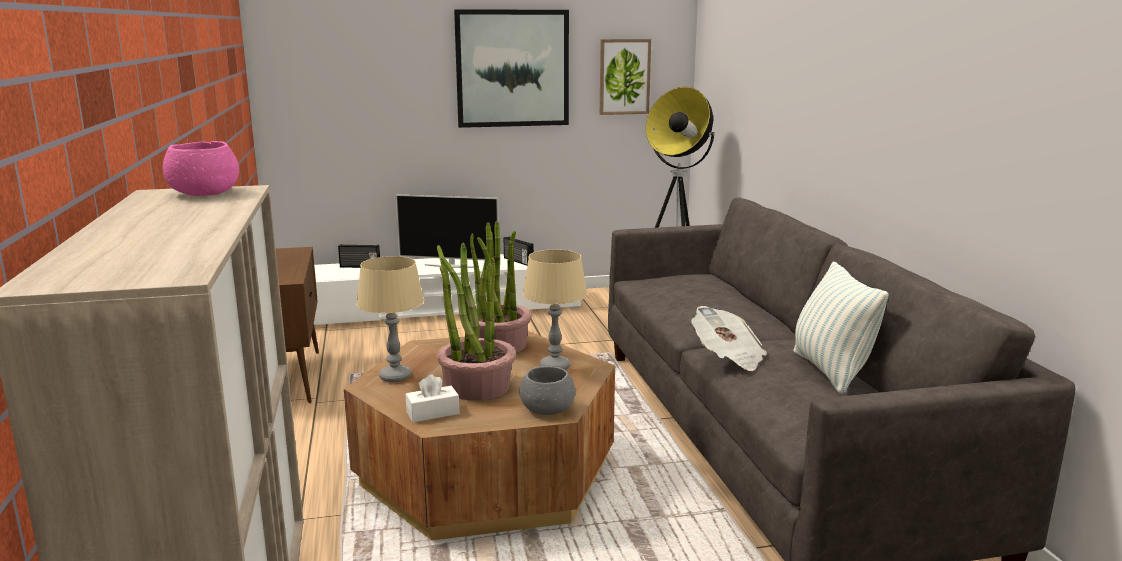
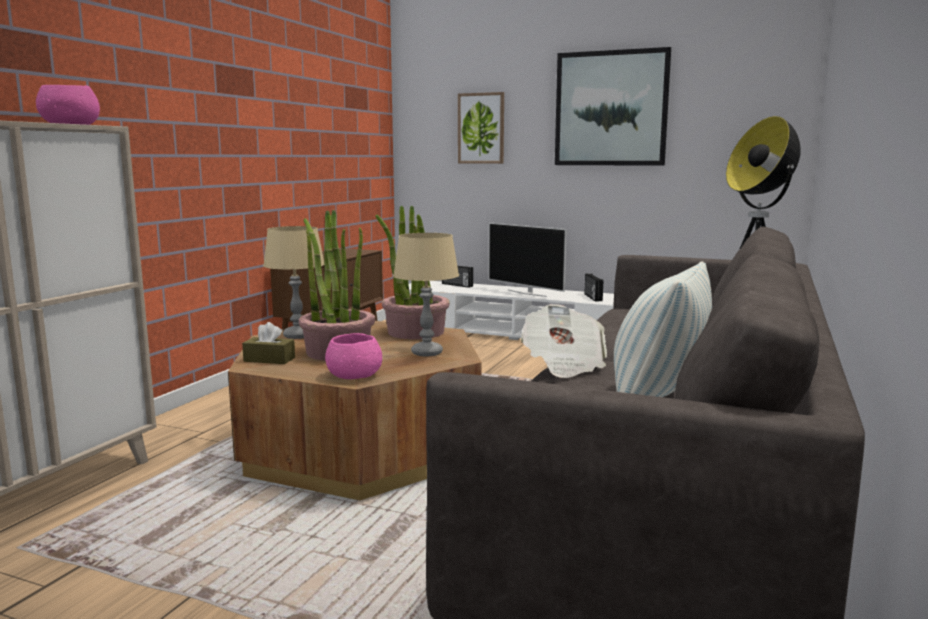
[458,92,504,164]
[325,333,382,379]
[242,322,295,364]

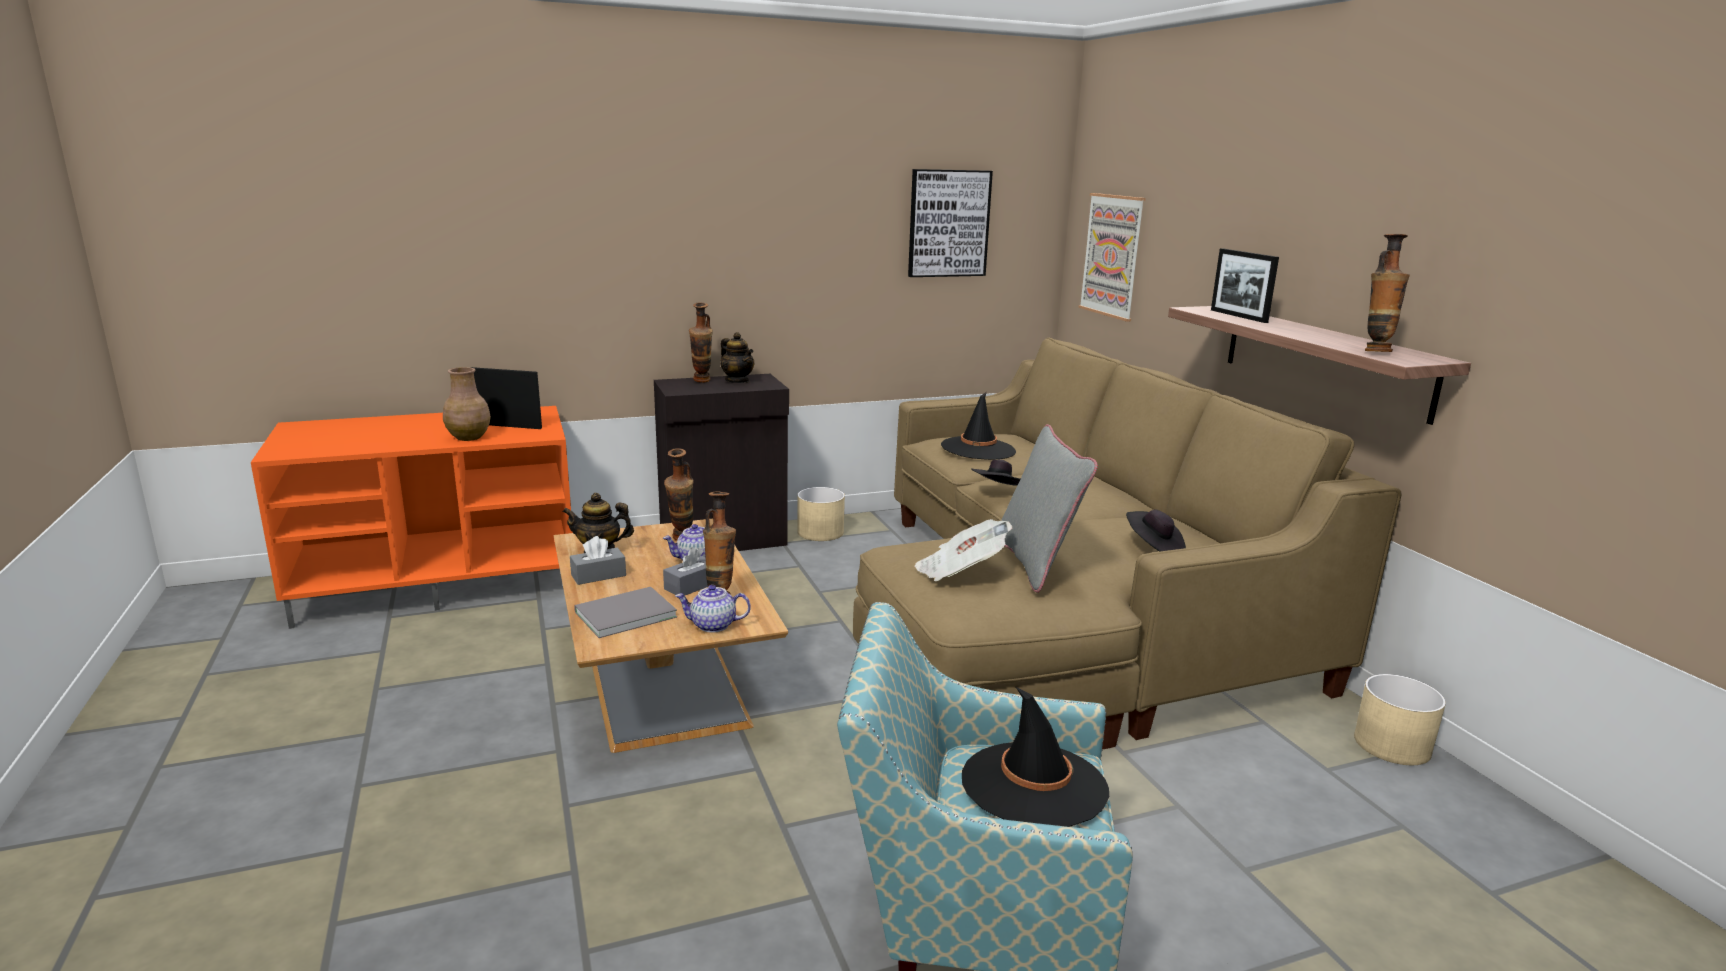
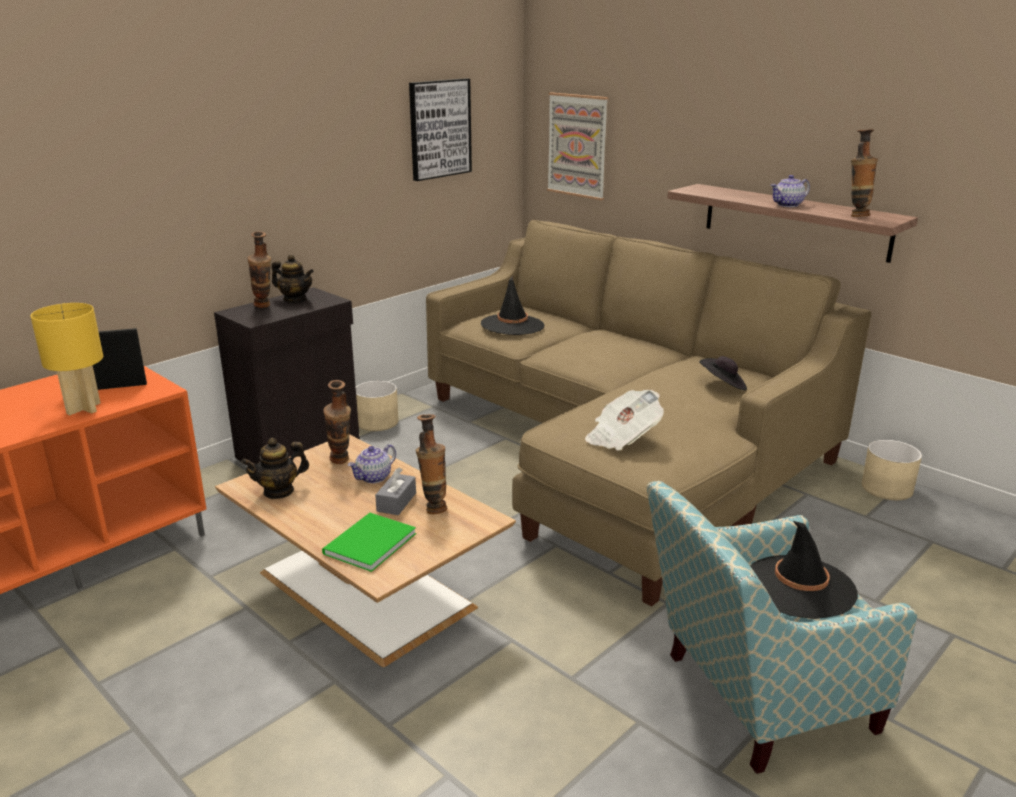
[1211,248,1279,323] (first image)
[31,303,103,415]
[1001,424,1098,593] (first image)
[971,460,1020,485] (first image)
[570,536,626,585] (first image)
[771,175,810,207]
[322,513,416,572]

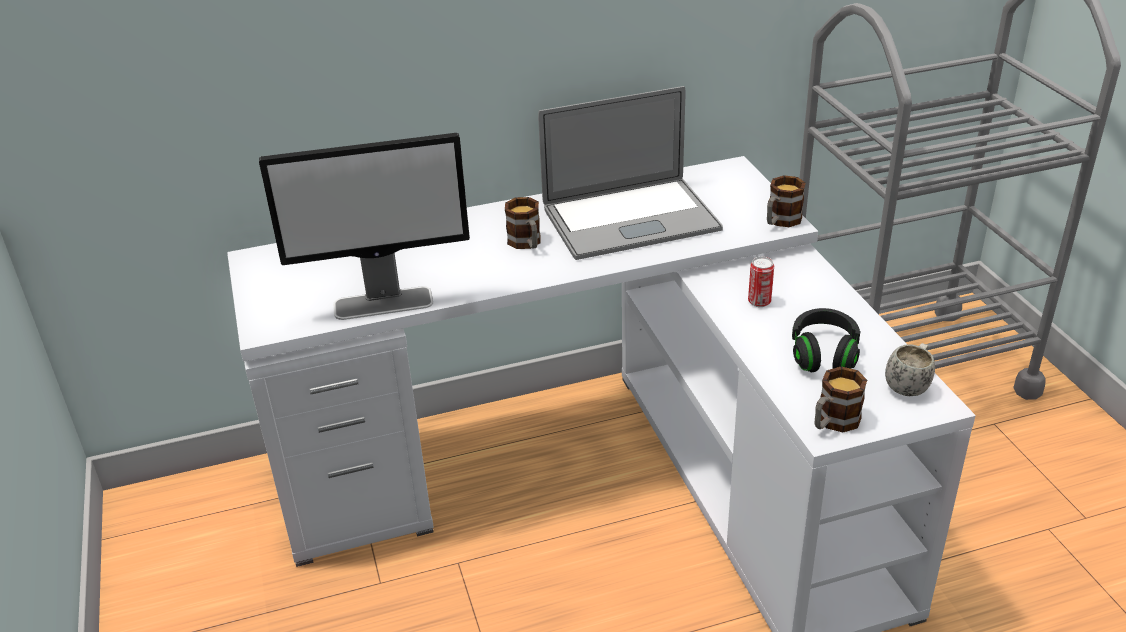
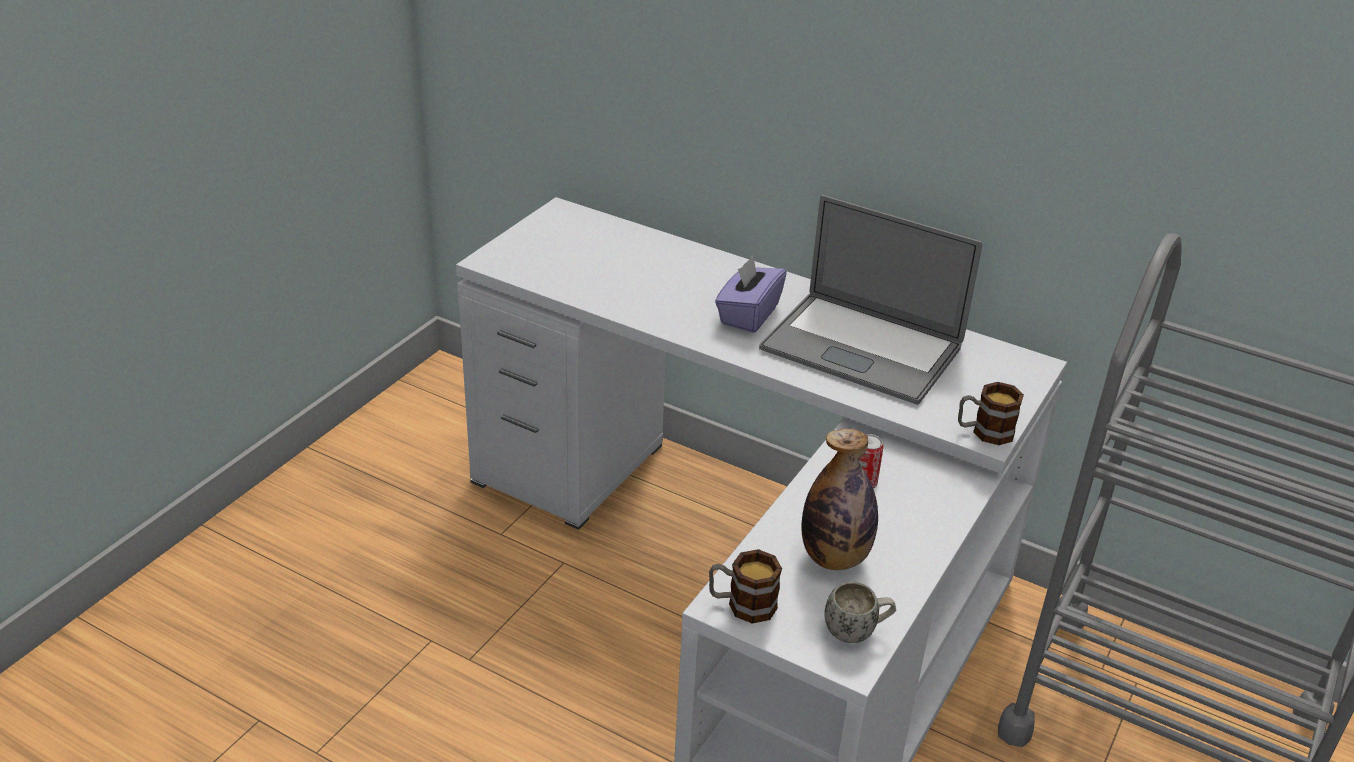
[259,133,470,320] (first image)
[715,256,787,333]
[801,429,878,570]

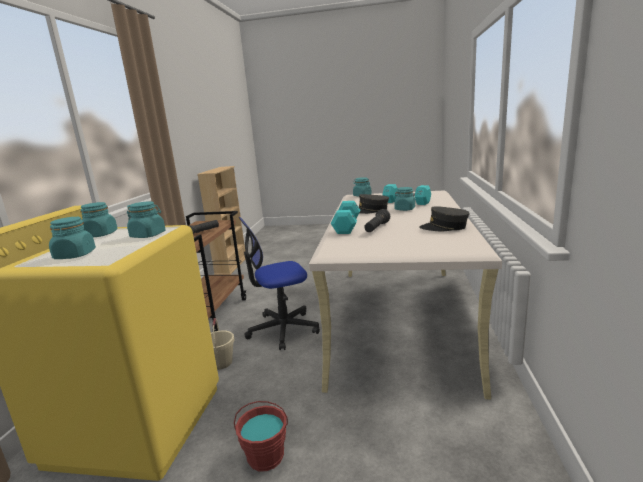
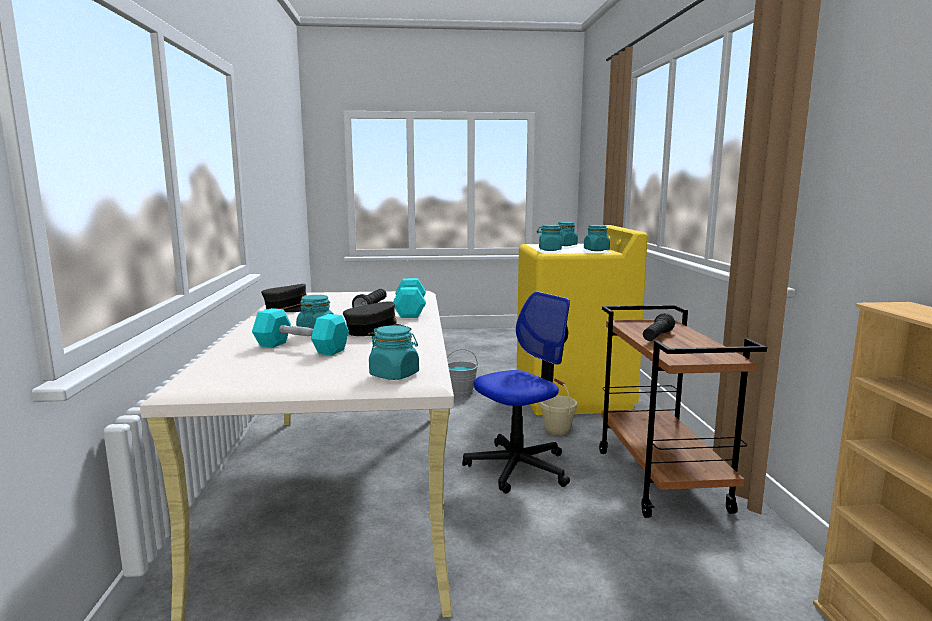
[447,349,478,396]

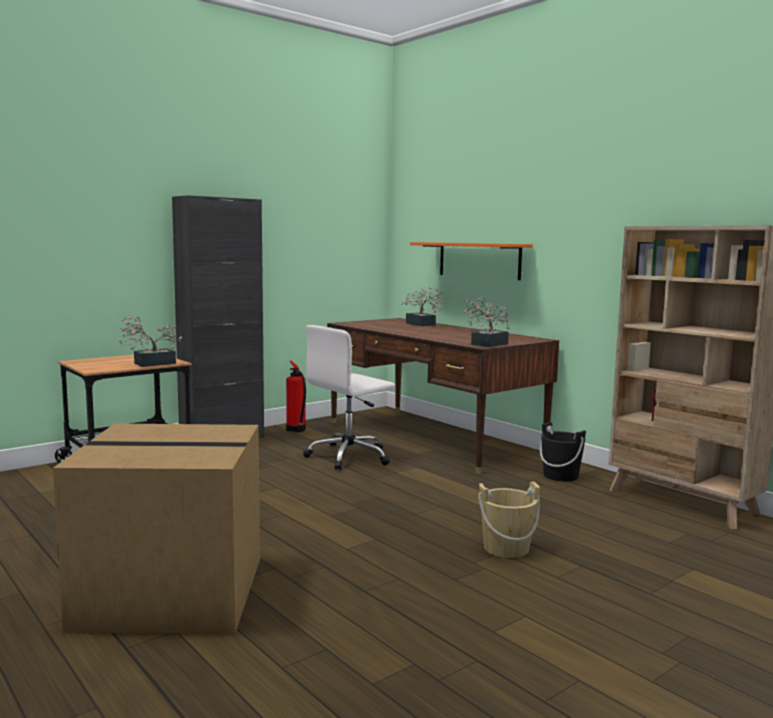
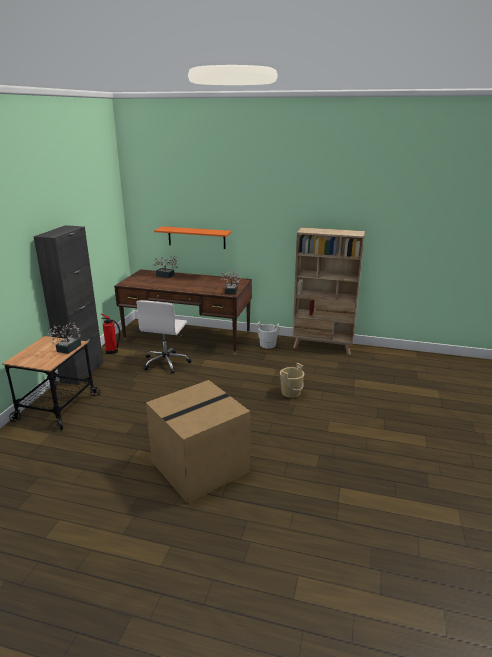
[257,322,279,349]

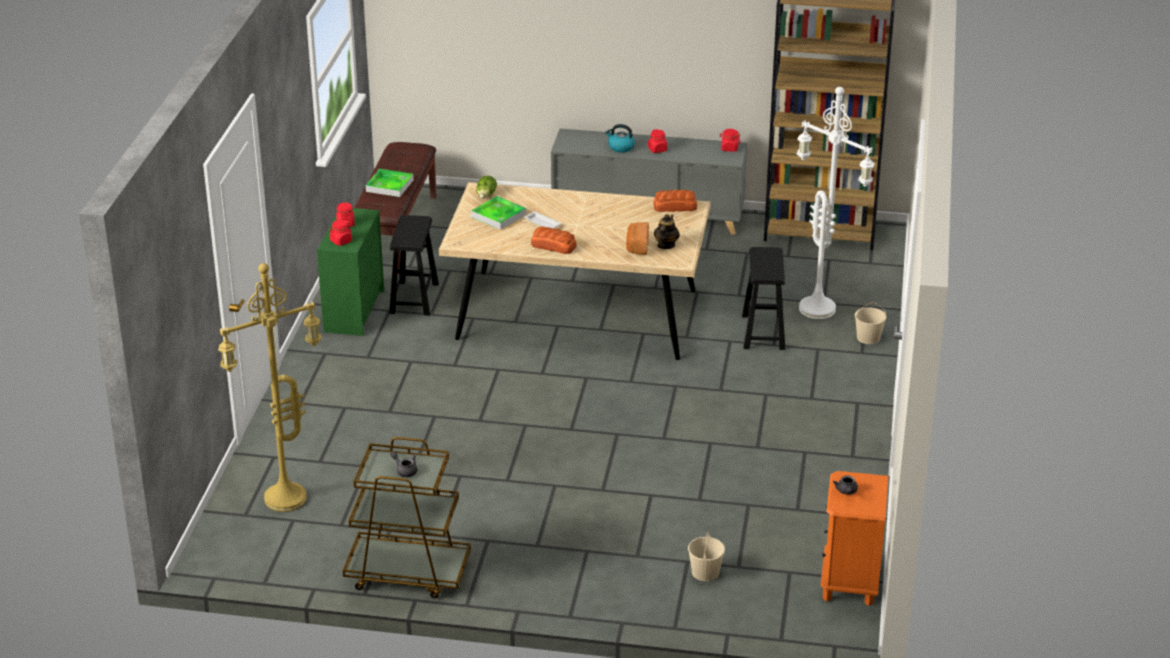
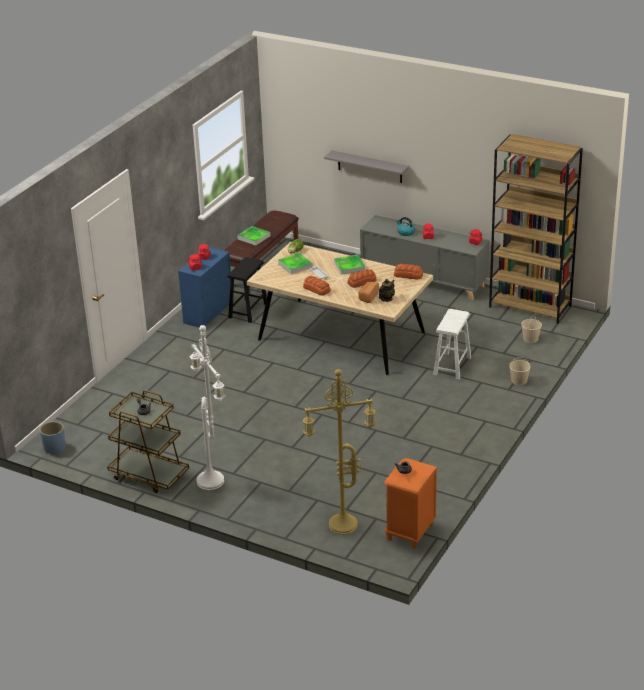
[189,325,225,490]
[178,247,231,327]
[433,309,471,380]
[302,369,376,535]
[521,315,542,343]
[324,150,409,183]
[334,255,365,275]
[348,269,377,288]
[40,421,66,454]

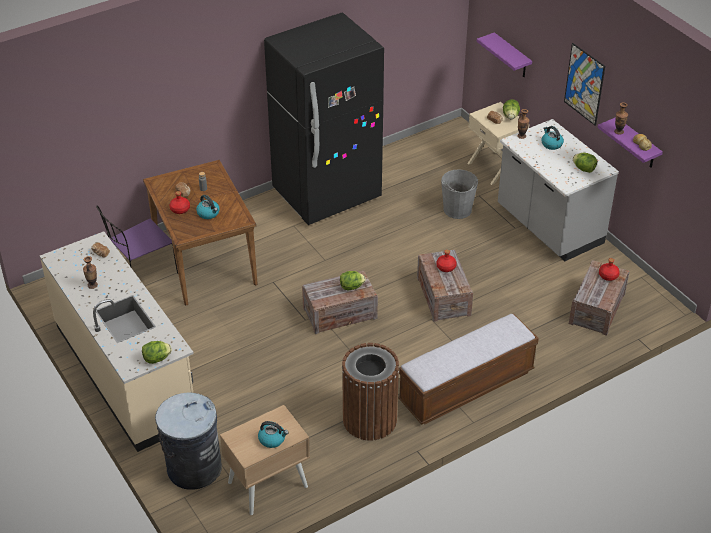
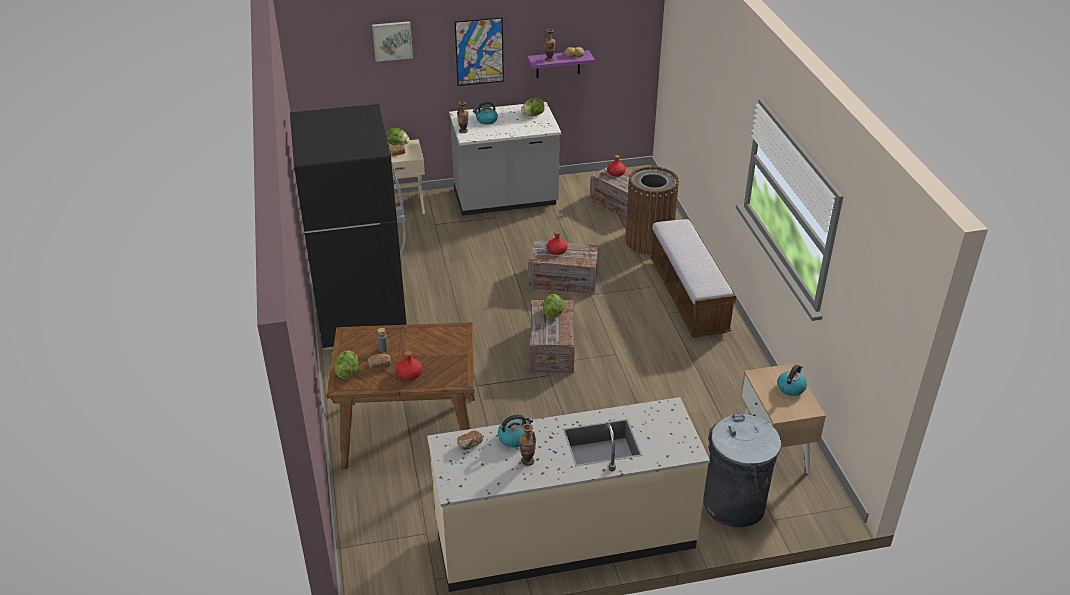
[477,32,532,77] (first image)
[441,169,478,219] (first image)
[498,414,533,448]
[96,206,178,274] (first image)
[334,351,359,379]
[625,166,679,255]
[372,21,413,62]

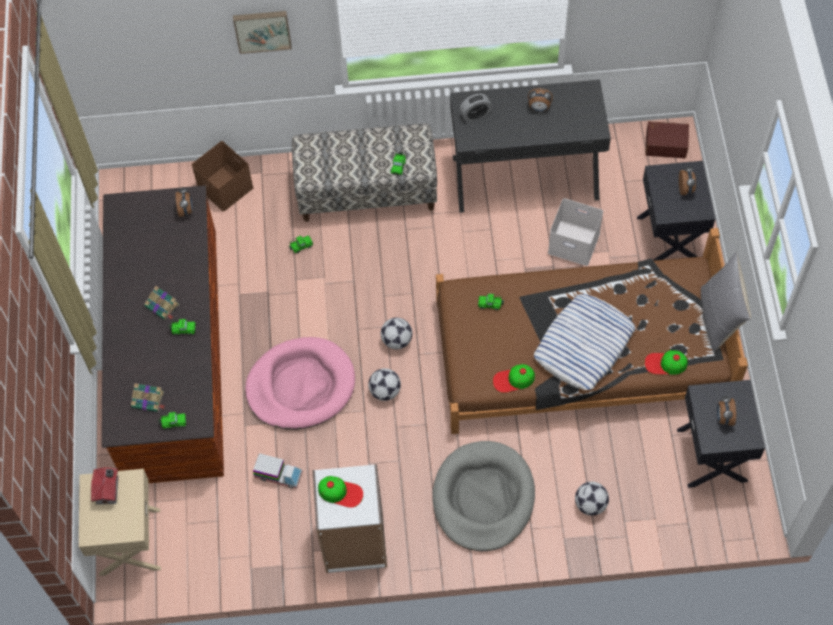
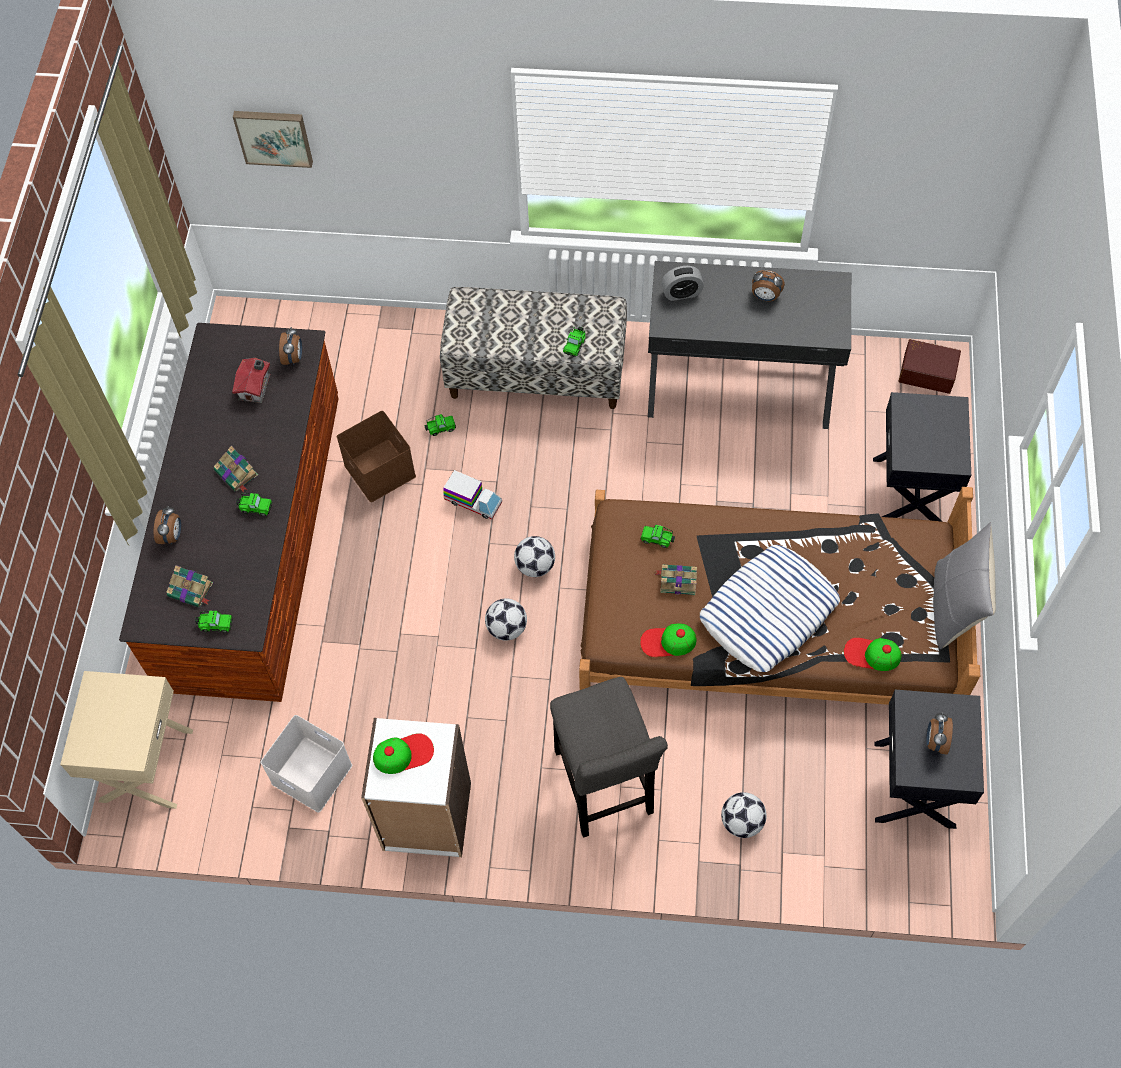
[233,111,313,168]
[337,411,416,502]
[154,506,181,544]
[260,715,352,812]
[245,337,355,430] (first image)
[550,677,668,838]
[443,470,502,519]
[232,358,270,403]
[373,733,434,774]
[655,565,697,595]

